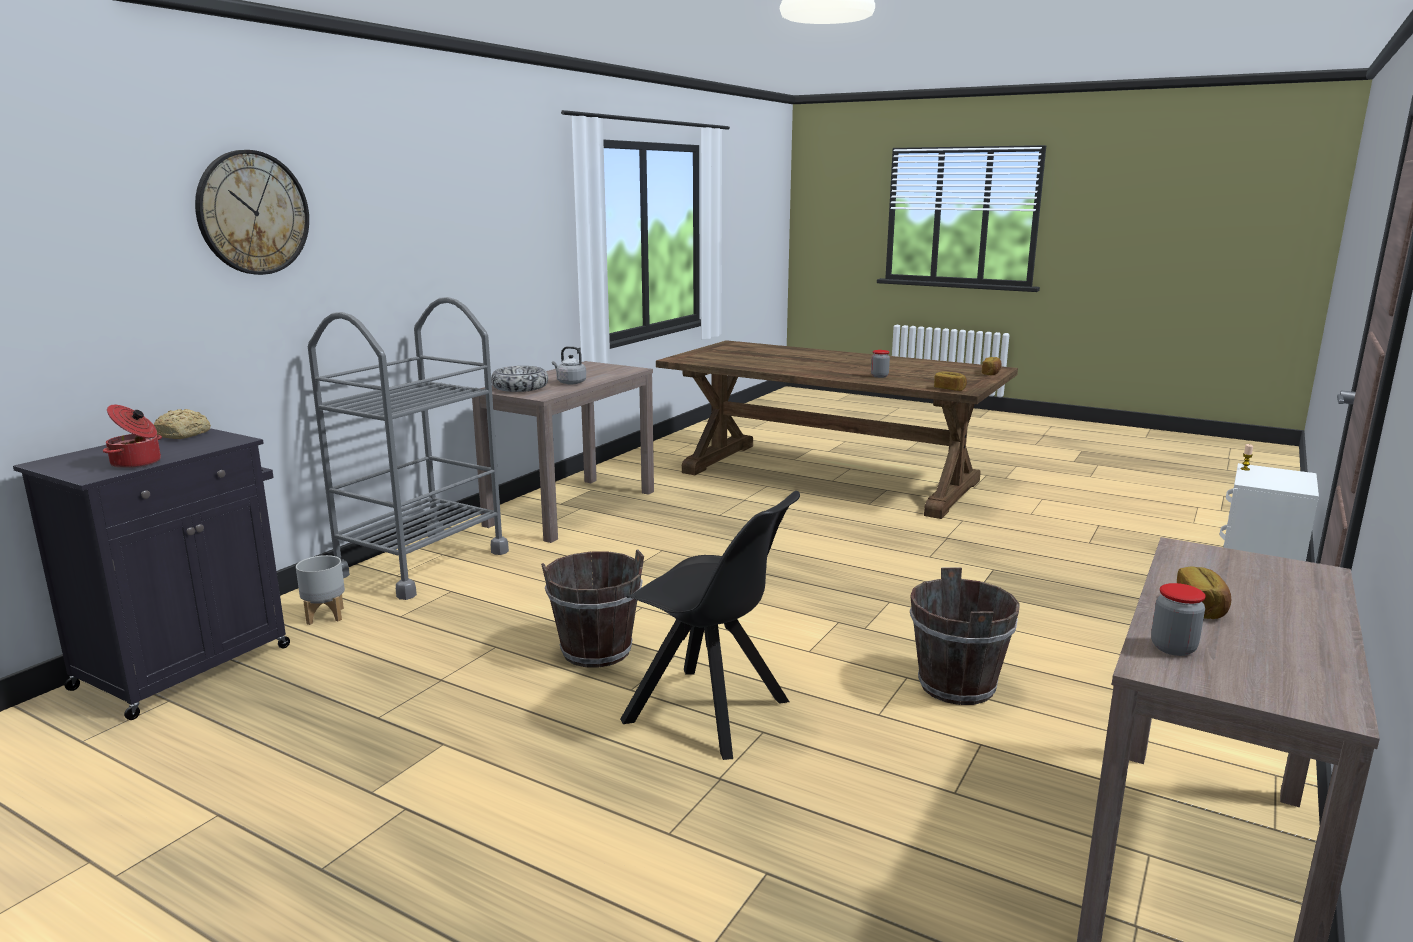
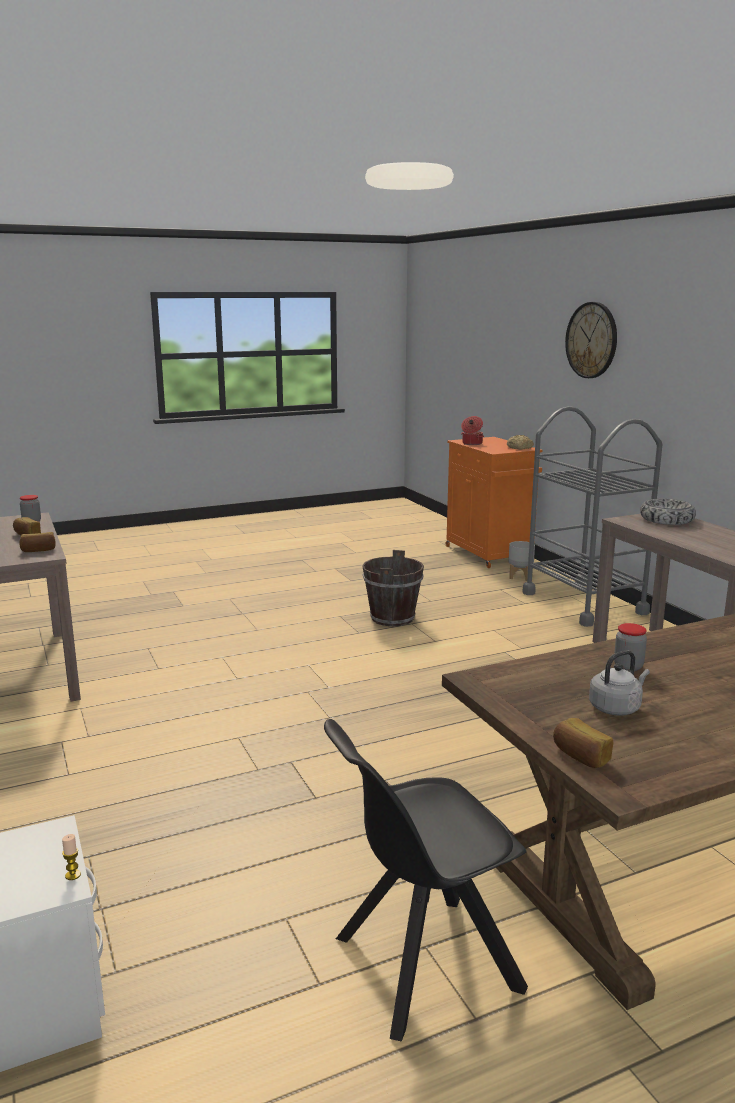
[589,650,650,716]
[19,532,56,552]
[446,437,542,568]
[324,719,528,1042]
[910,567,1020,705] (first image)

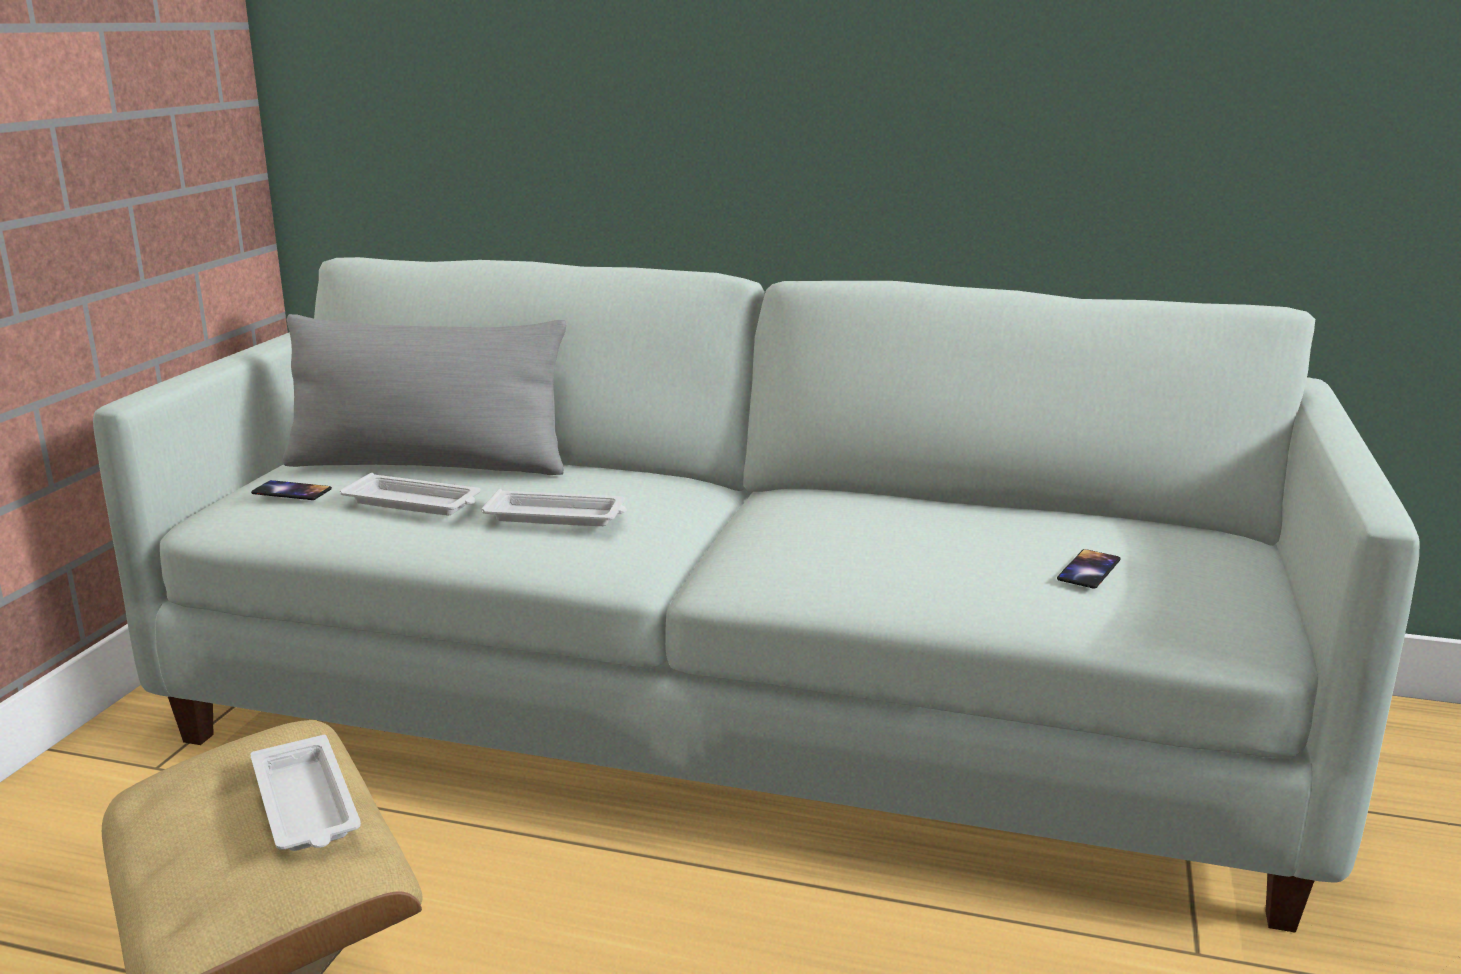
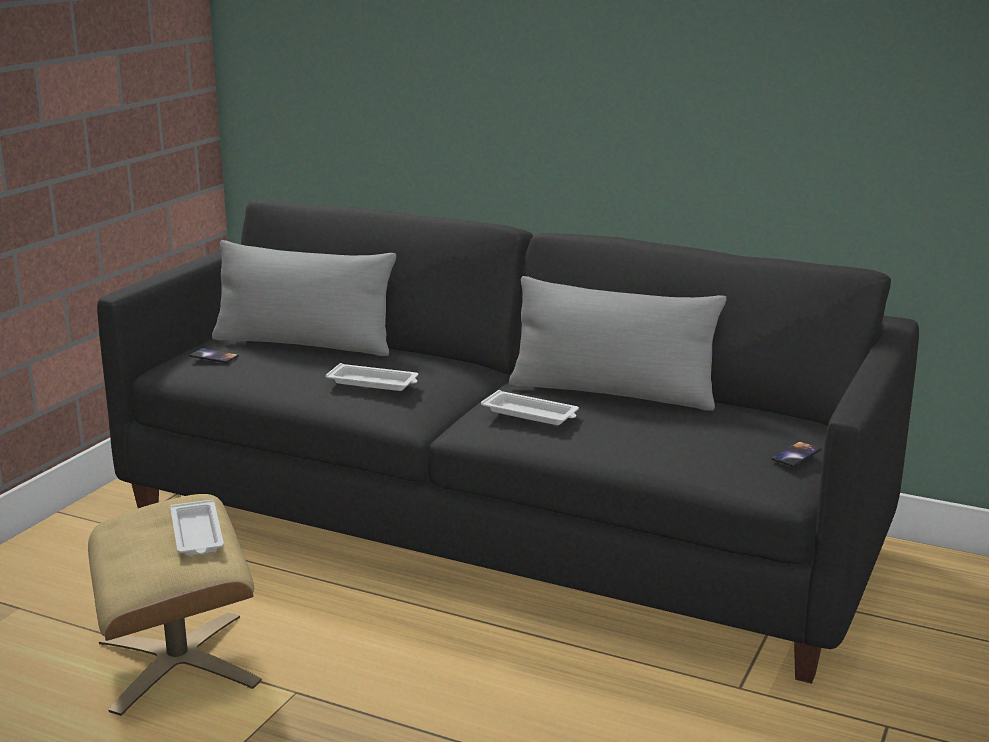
[97,200,919,684]
[481,390,579,425]
[771,441,821,467]
[509,276,727,411]

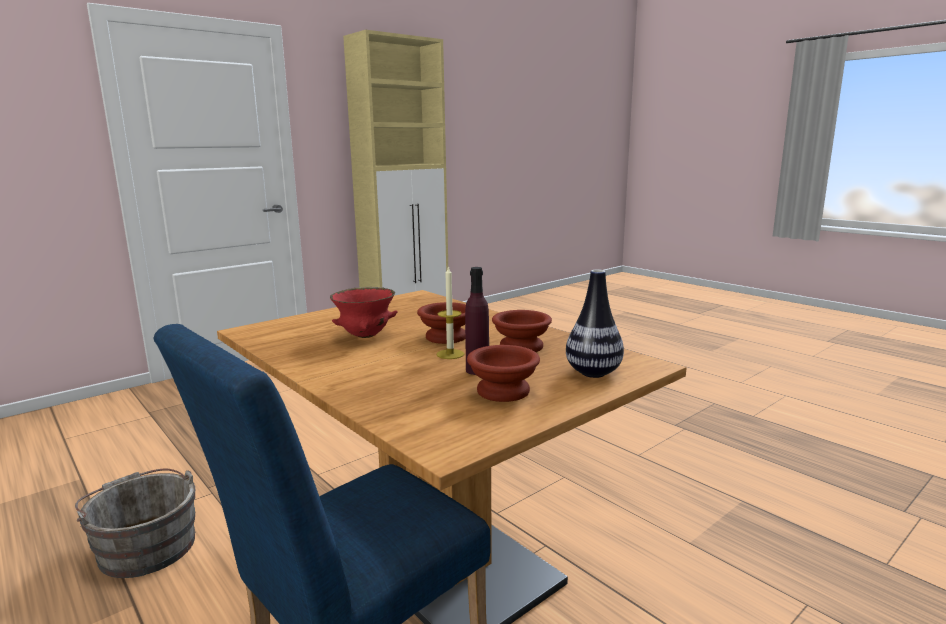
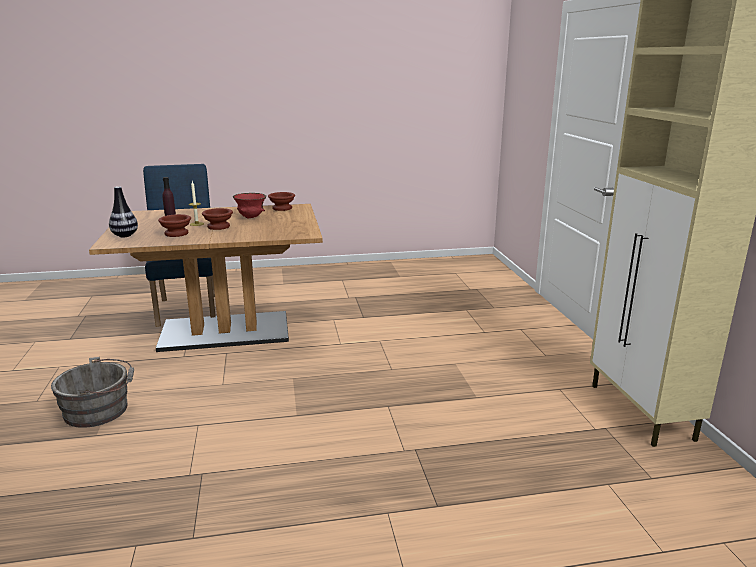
[268,192,295,211]
[51,357,134,428]

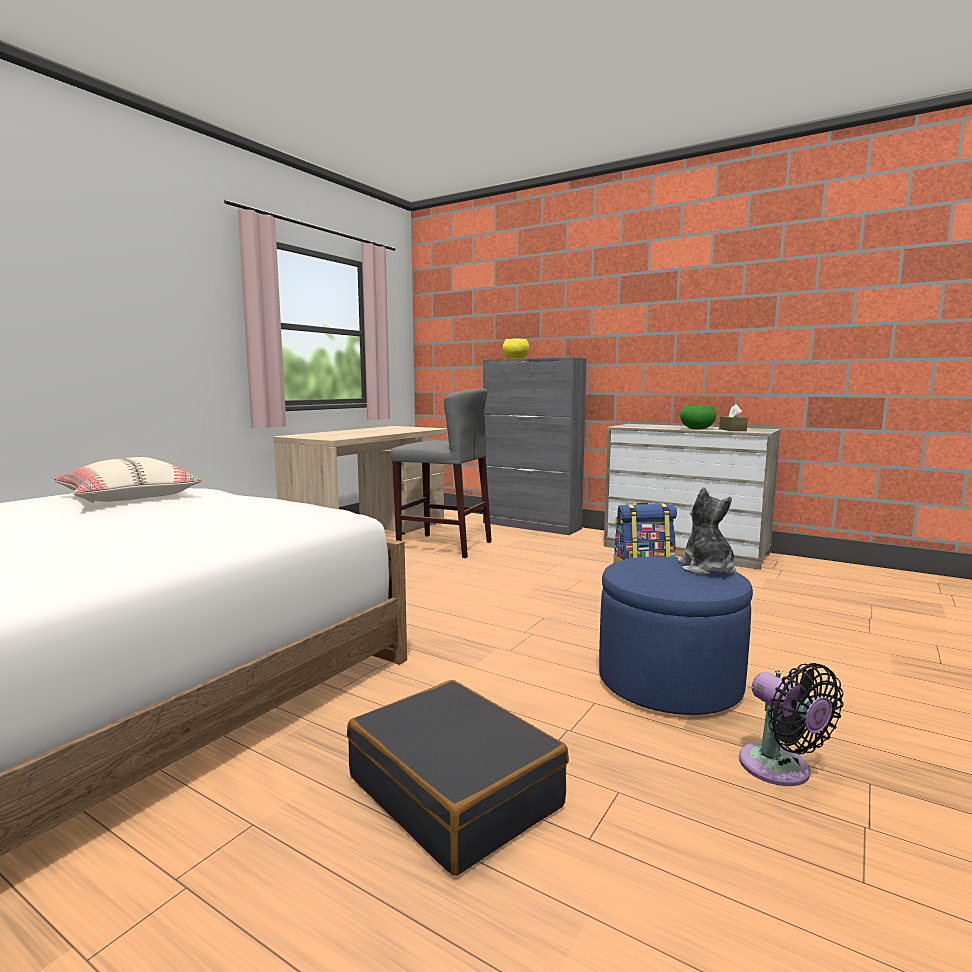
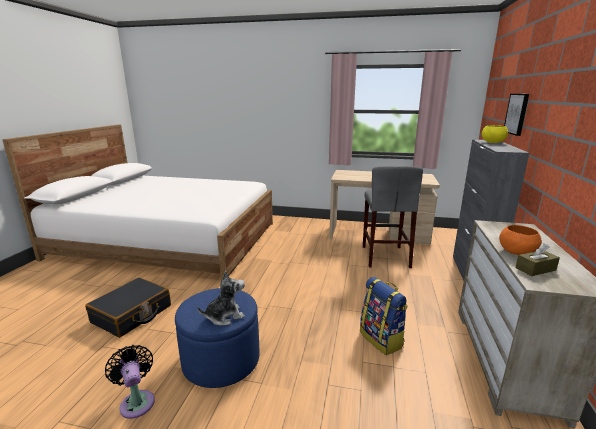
[499,225,542,255]
[53,457,202,503] (first image)
[105,345,155,419]
[504,94,529,136]

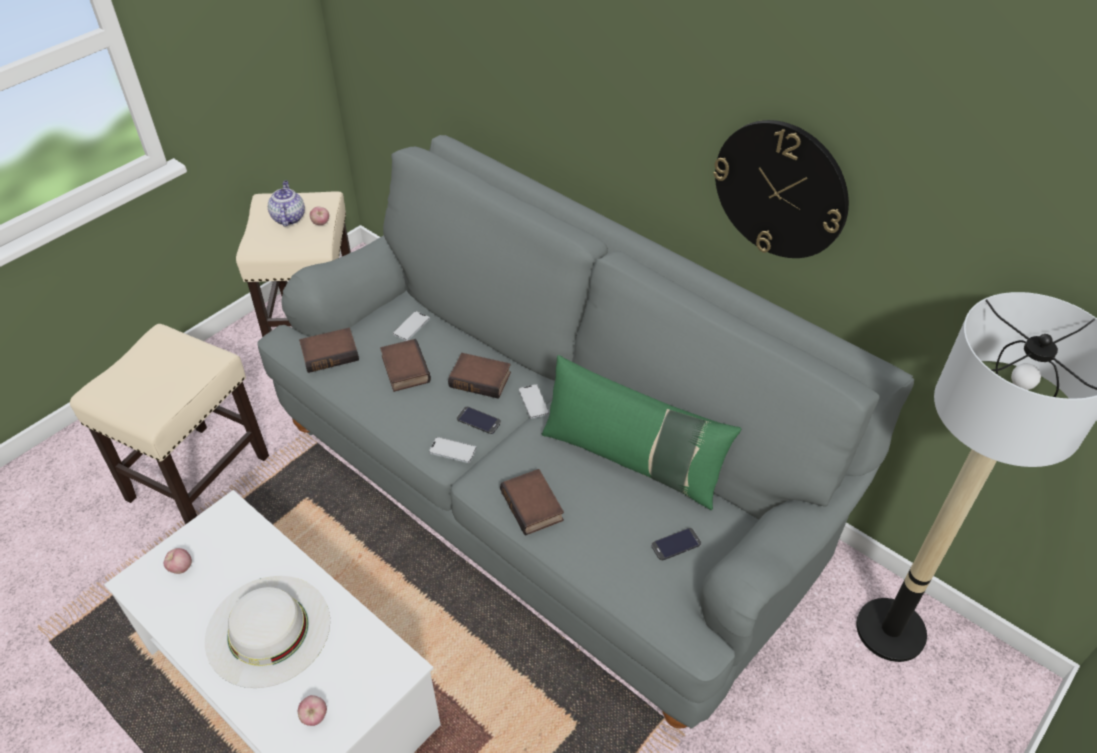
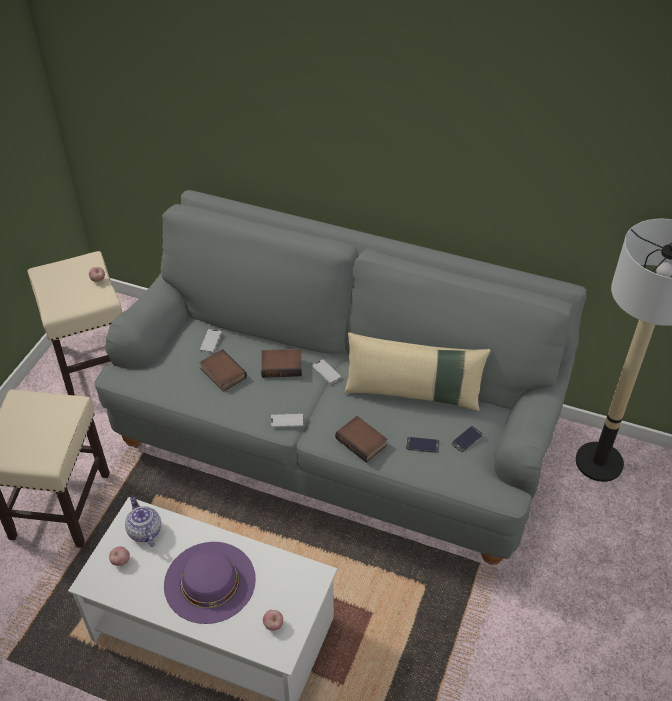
[713,120,849,258] (first image)
[125,496,161,547]
[299,328,359,373] (first image)
[344,332,491,411]
[406,437,440,453]
[164,542,256,624]

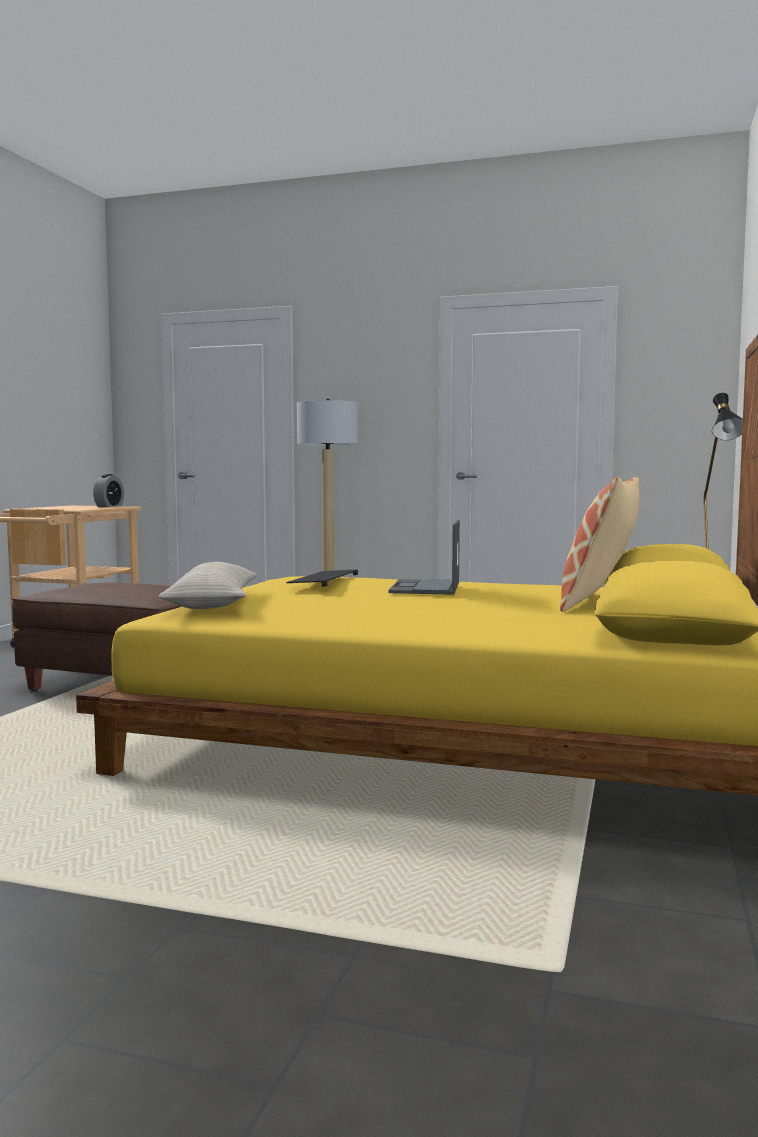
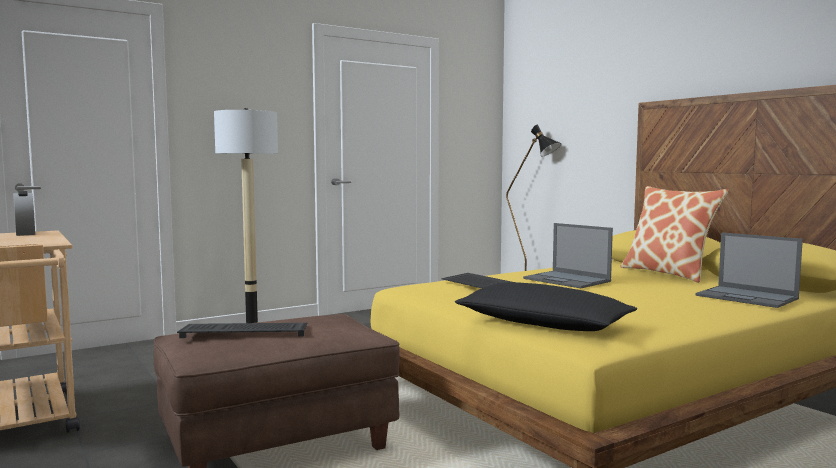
[455,282,637,331]
[695,233,803,308]
[177,323,308,338]

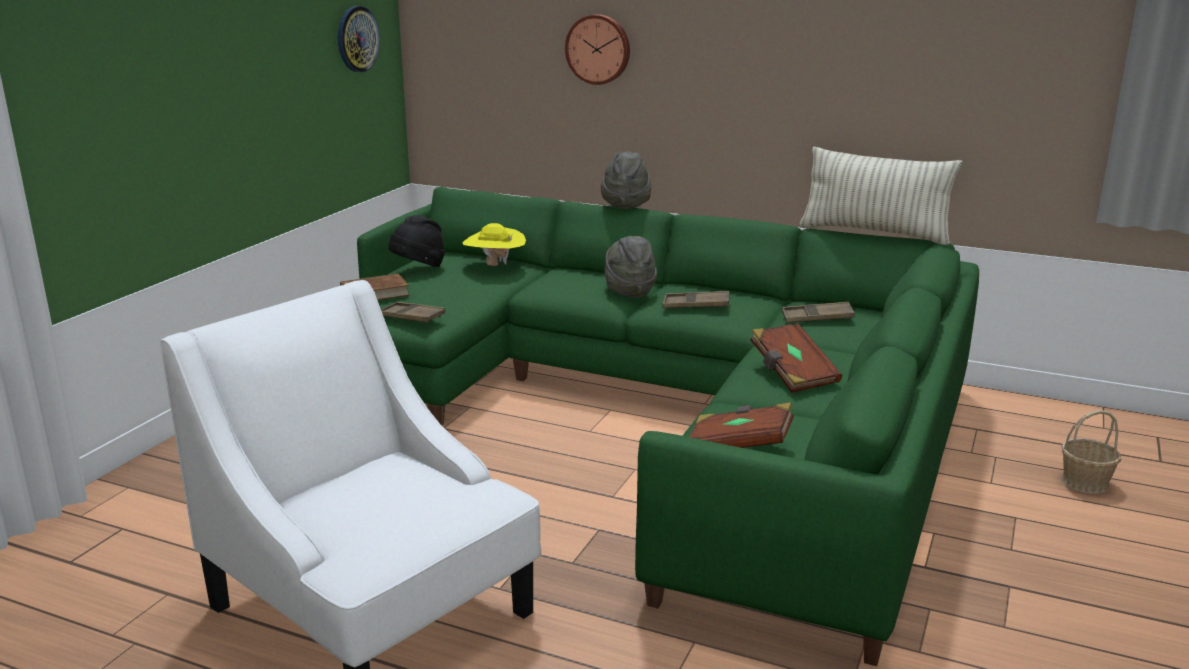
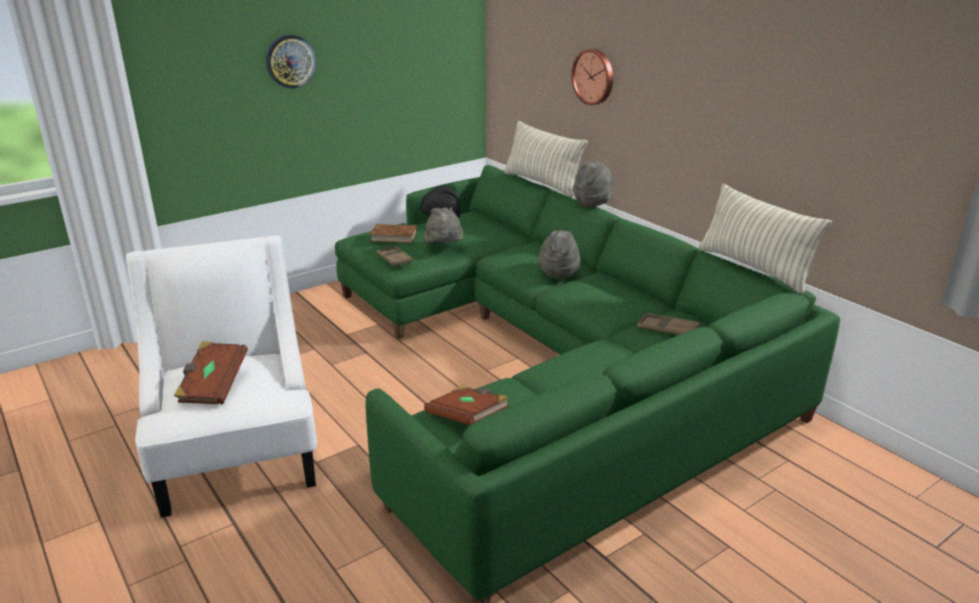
[266,35,316,89]
[463,223,526,266] (first image)
[662,291,730,308] (first image)
[174,341,248,405]
[1062,410,1121,494] (first image)
[504,121,588,197]
[424,207,463,243]

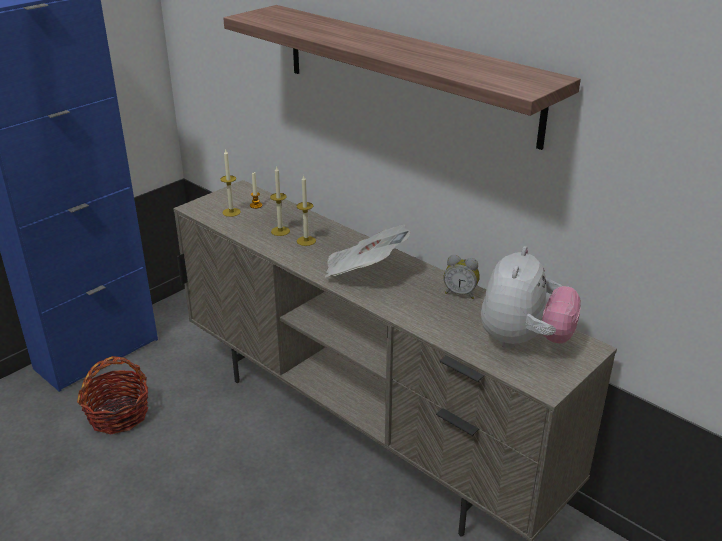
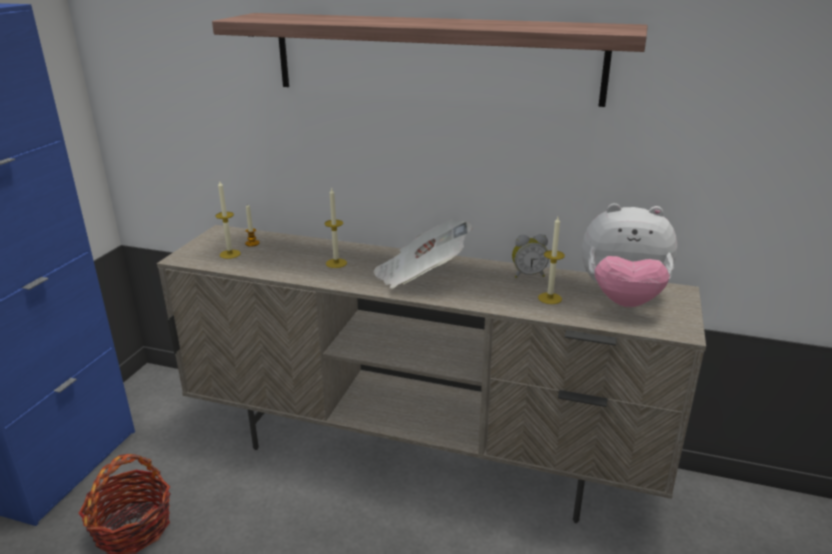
[538,217,565,304]
[582,203,677,307]

